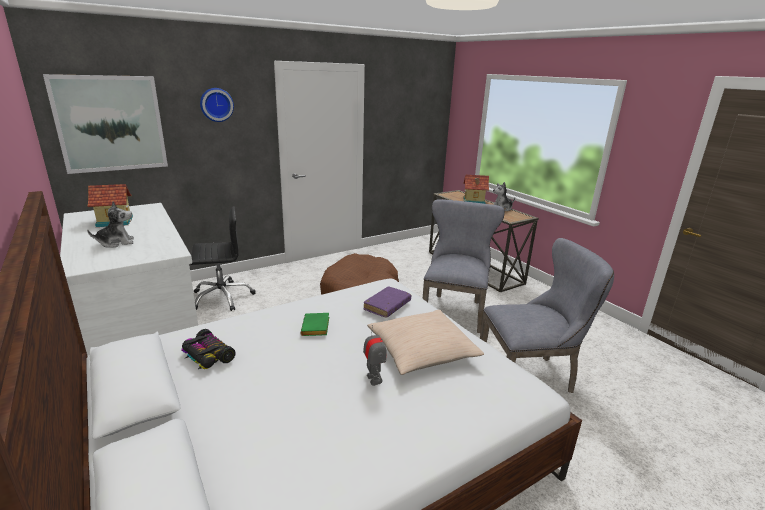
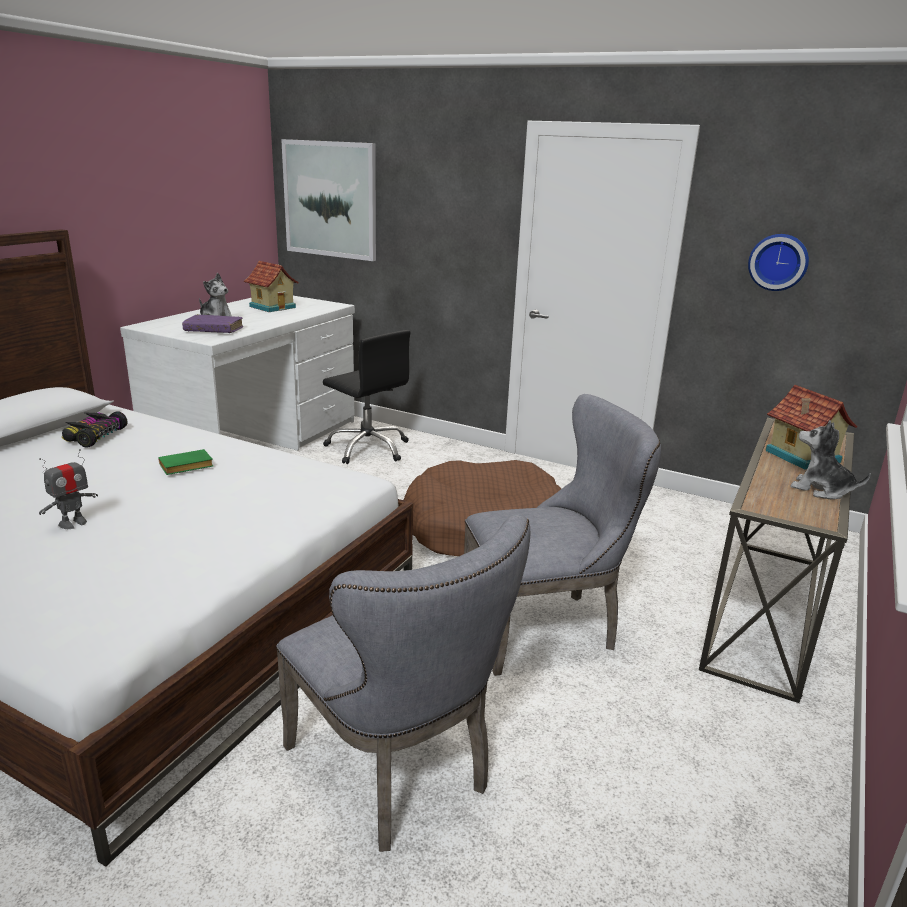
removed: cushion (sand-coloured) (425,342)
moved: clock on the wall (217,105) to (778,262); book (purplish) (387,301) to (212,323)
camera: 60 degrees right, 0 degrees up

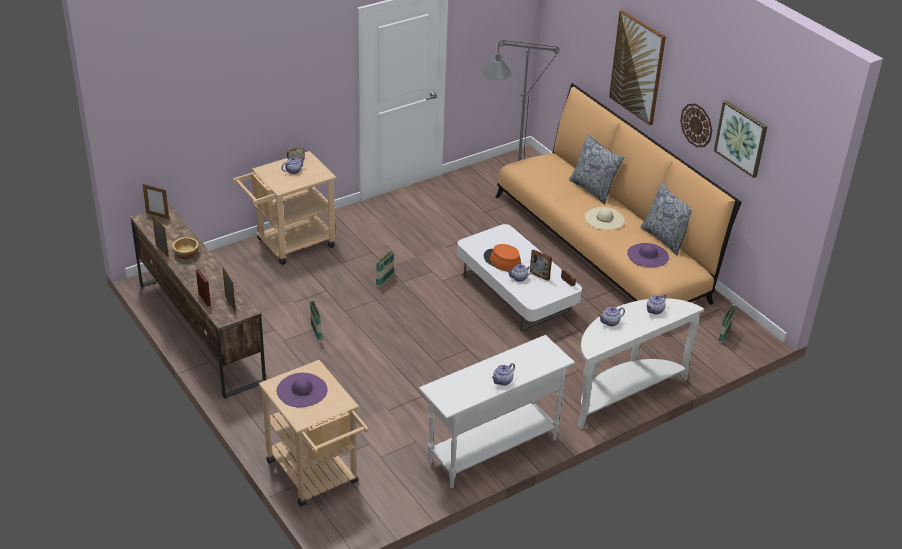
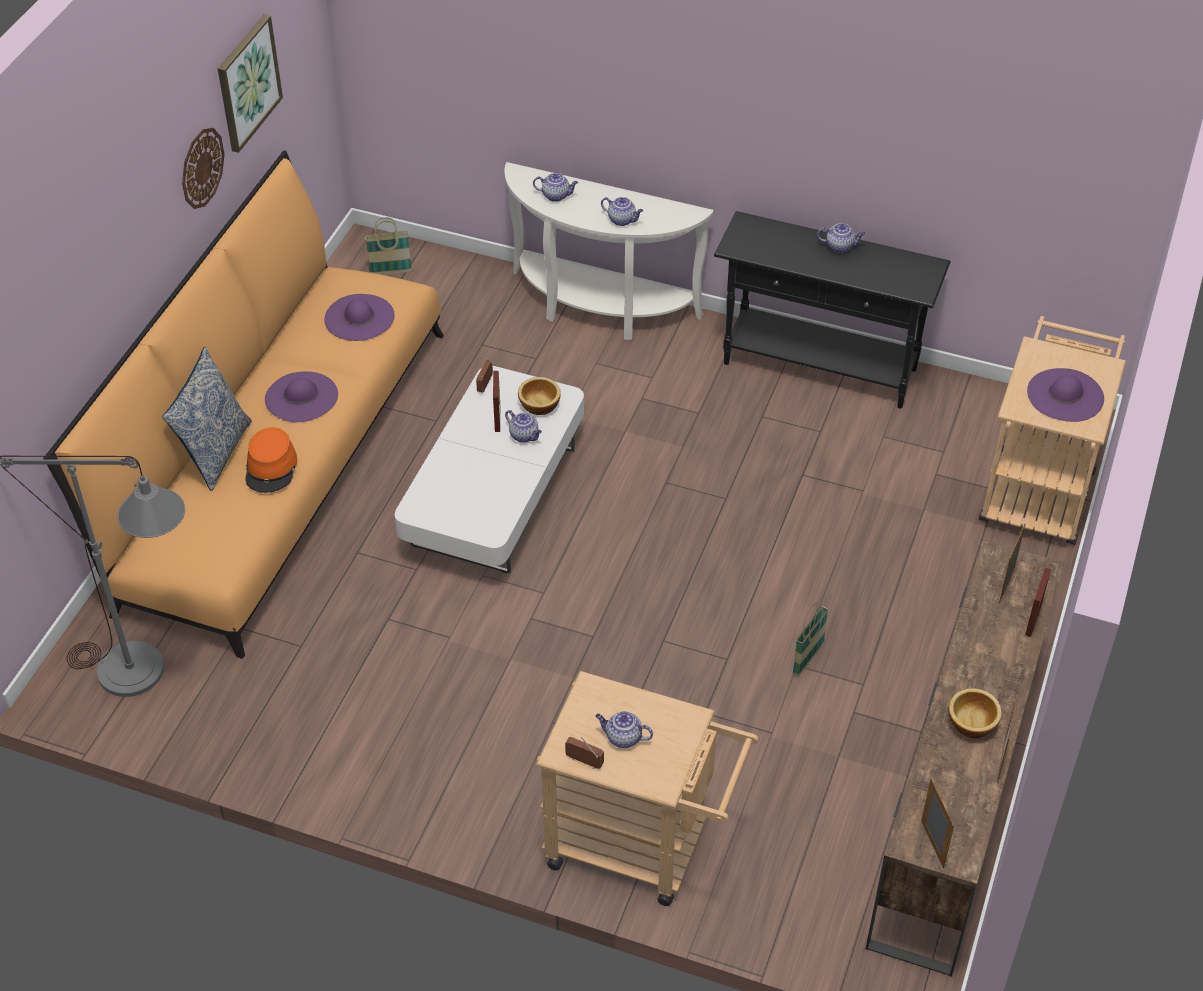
removed: picture (637,67); cushion (666,218); basket (385,266)
added: bowl (539,396)
moved: clothing hat (orange) (502,258) to (271,460)
recoloured: clothing hat (sand-coloured) (605,218) to clothing hat (purplish) (301,396); narrow table (white) (497,411) to narrow table (blackish) (832,310)
camera: 125 degrees left, 10 degrees up

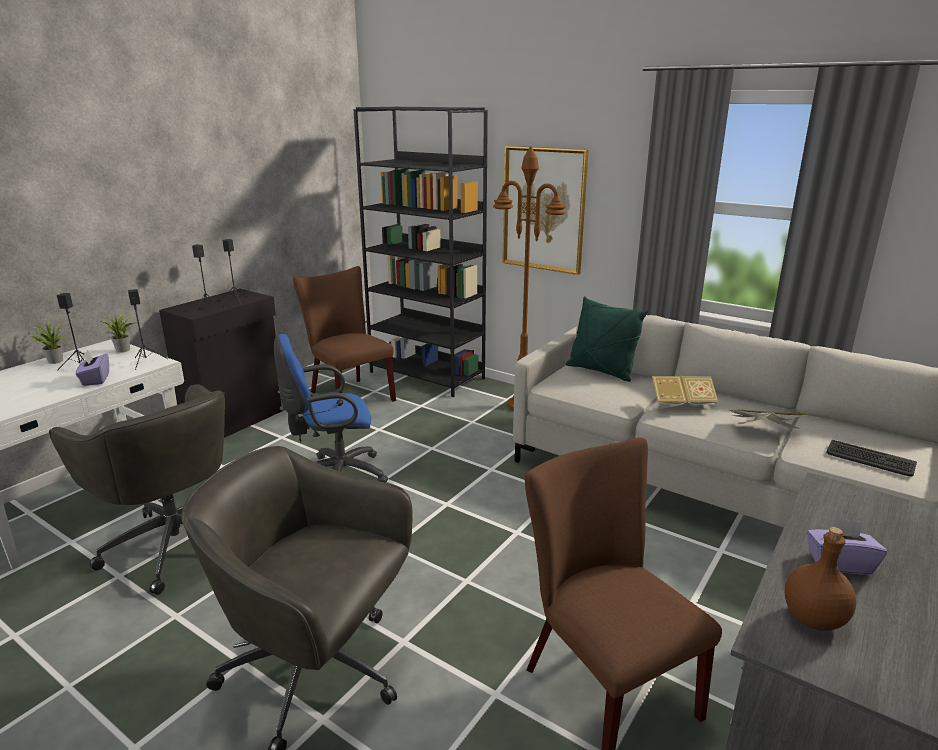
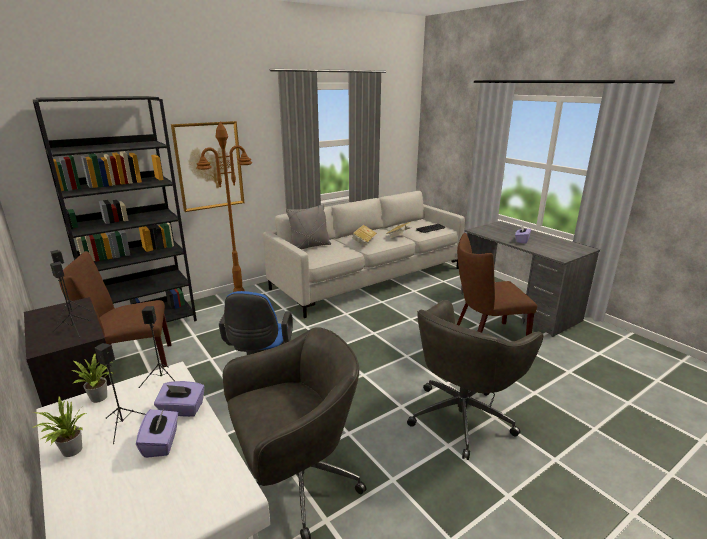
removed: drink bottle (brown) (820,579)
added: box of tissues (purplish) (157,433)
recoloured: cushion (green) (607,339) to cushion (gray) (308,227)
camera: 70 degrees left, 0 degrees up

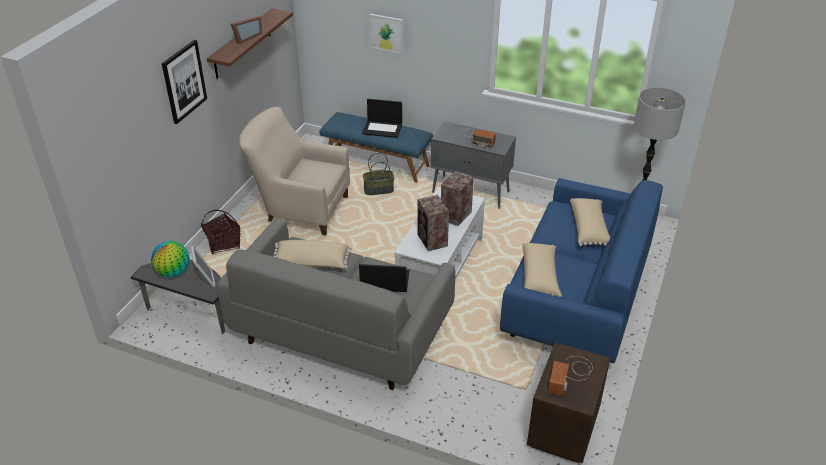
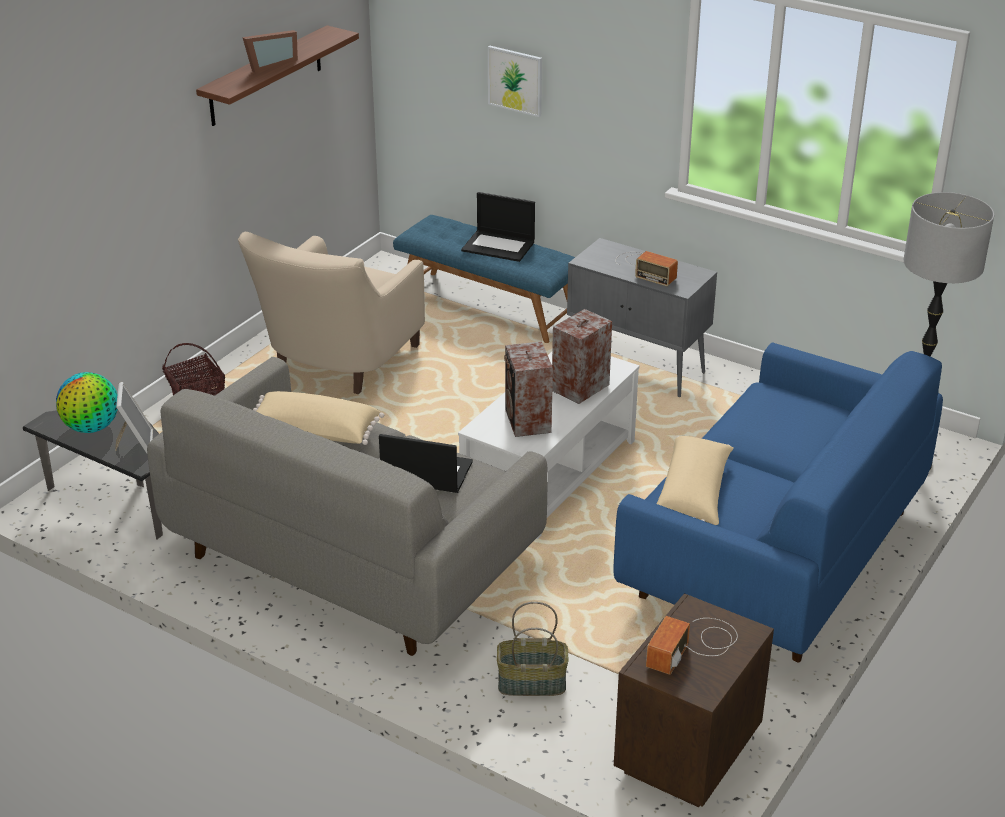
removed: picture (184,82); cushion (sand-coloured) (590,222)
moved: basket (378,174) to (533,649)
turned: easy chair (sand-coloured) (294,171) = (331,313) 90 degrees counterclockwise
camera: 10 degrees right, 5 degrees down

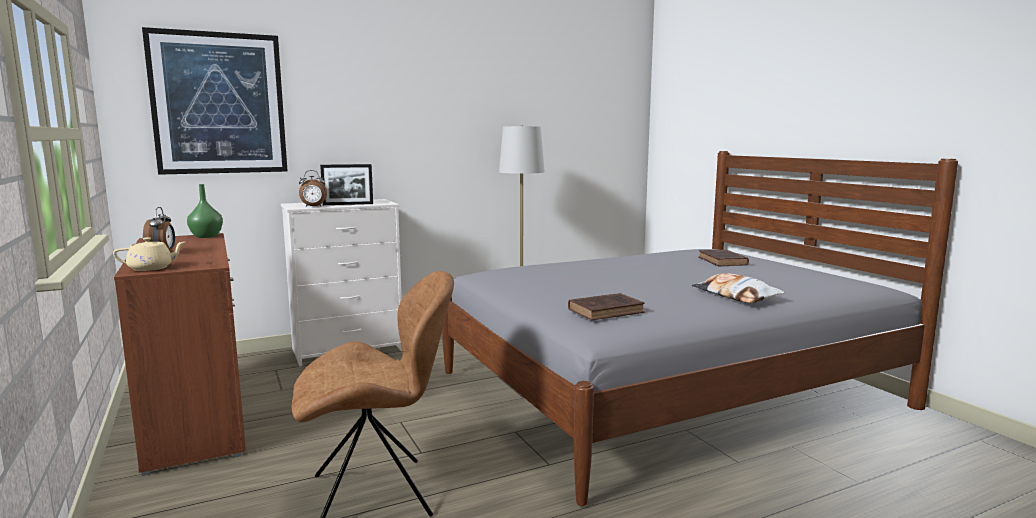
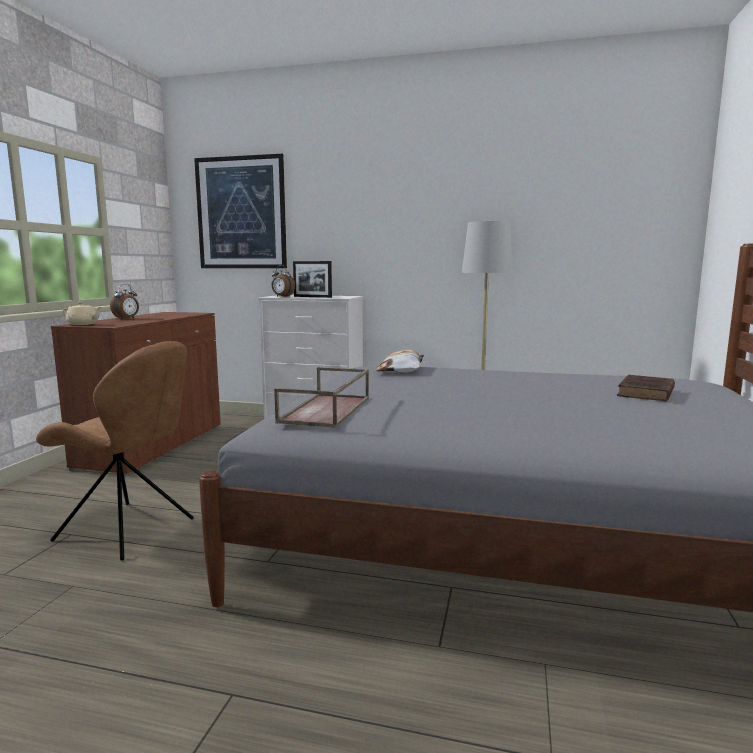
removed: decorative vase (green) (205,211)
moved: cushion (738,288) to (400,361)
replaced: book (brown) (606,307) to serving tray (brown) (321,397)
camera: 40 degrees right, 0 degrees up

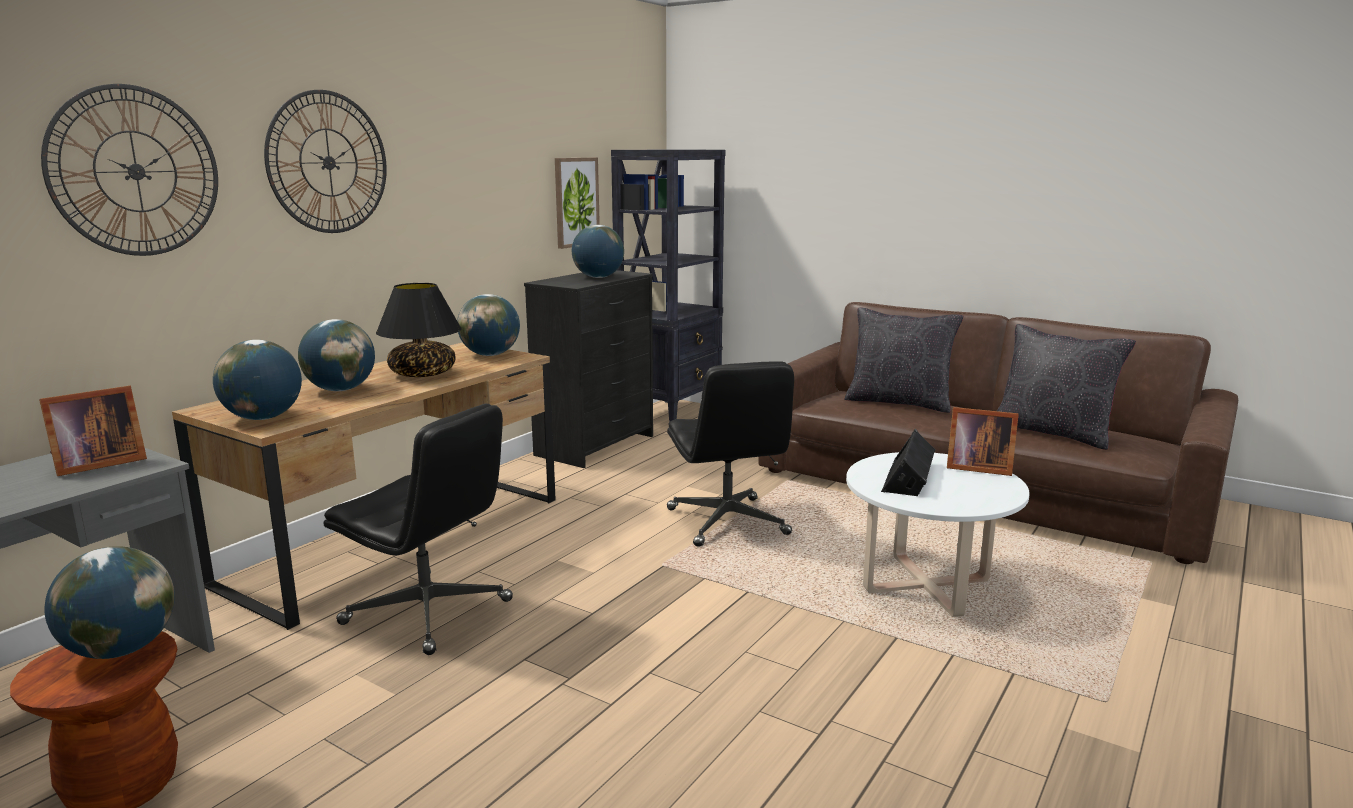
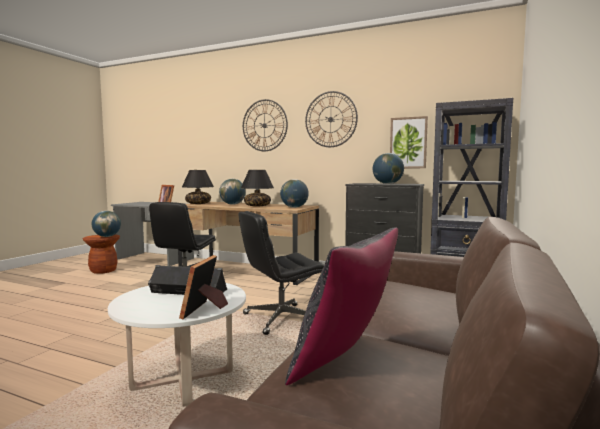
removed: cushion (blackish) (903,360)
moved: clock on the wall (129,170) to (331,119)
replaced: globe (257,380) to table lamp (blackish) (198,187)
camera: 80 degrees right, 10 degrees down

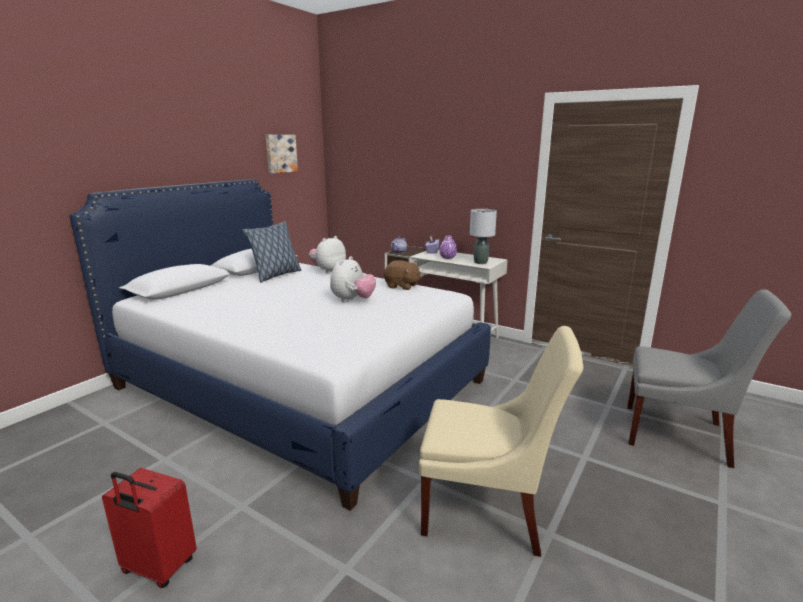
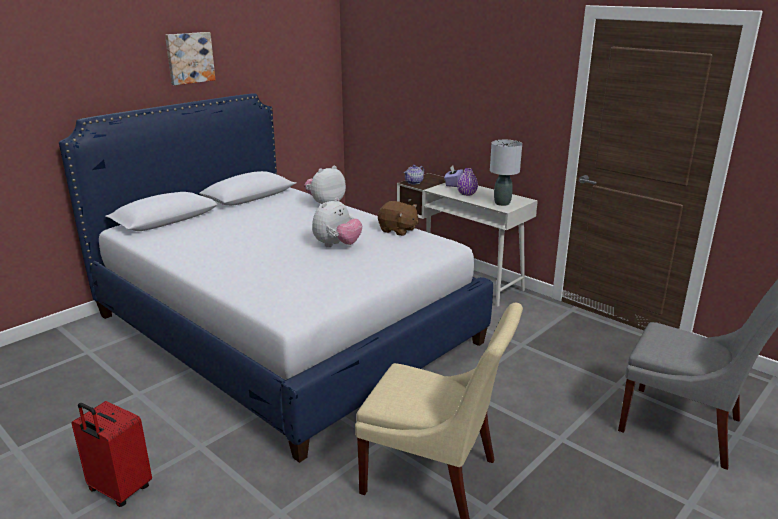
removed: cushion (271,252)
moved: picture (282,154) to (190,58)
camera: 10 degrees right, 5 degrees up

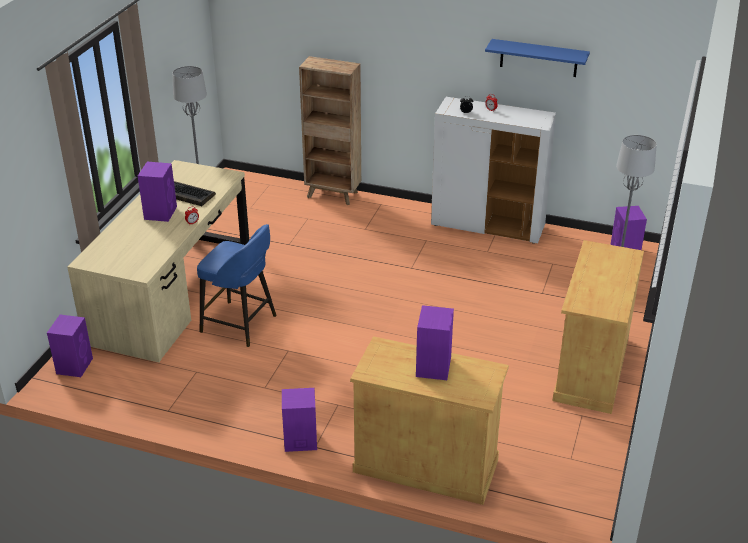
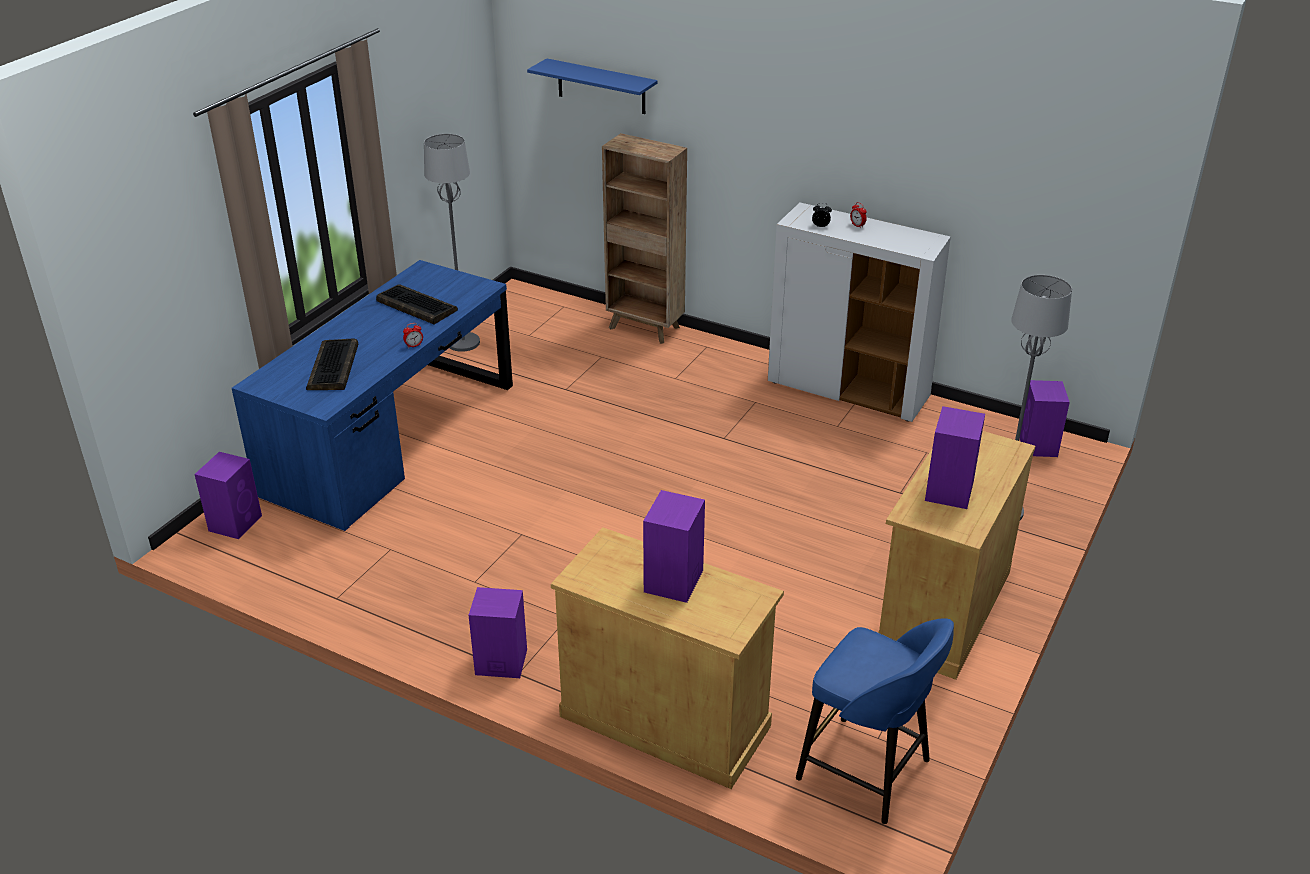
added: computer keyboard (332,364)
moved: shelf (blue-coloured) (537,58) to (592,86); speaker (purplish) (157,192) to (955,457); stool seat (blue-coloured) (237,285) to (875,721)
recoloured: desk unit (sand-coloured) (158,261) to desk unit (blue-coloured) (372,395)
camera: 10 degrees right, 0 degrees up

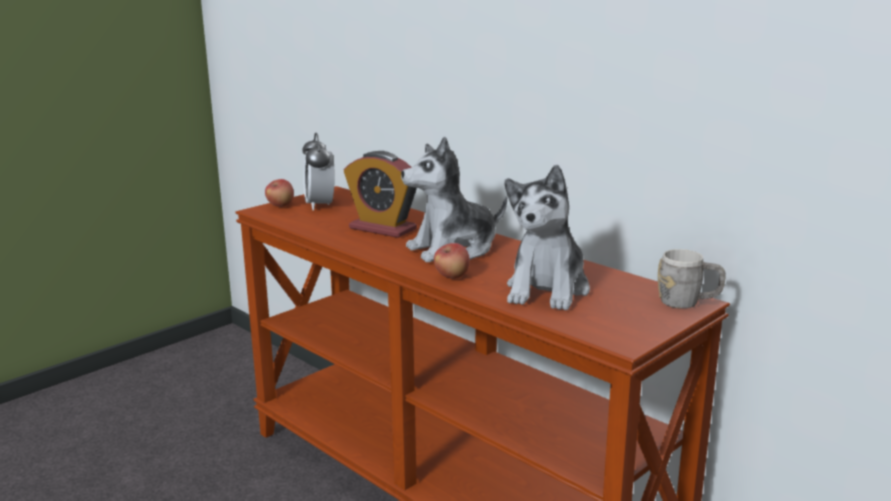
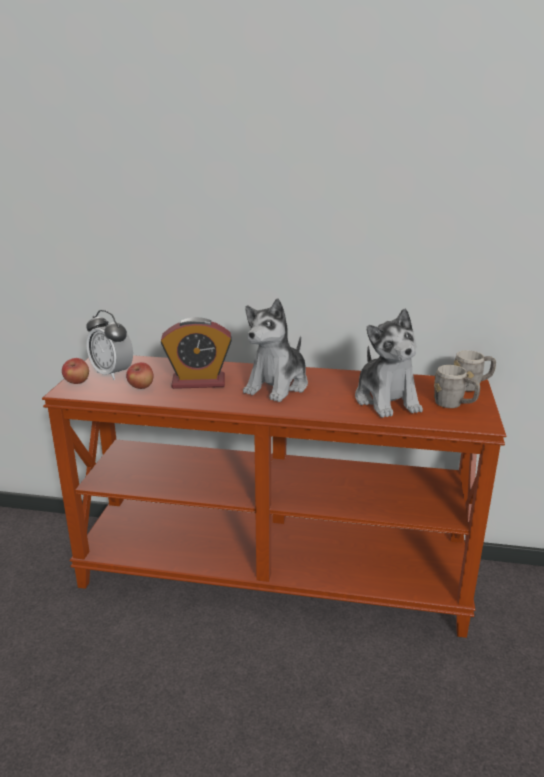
added: mug (gray) (457,386)
moved: whole apple (452,261) to (140,375)
camera: 35 degrees left, 5 degrees up

